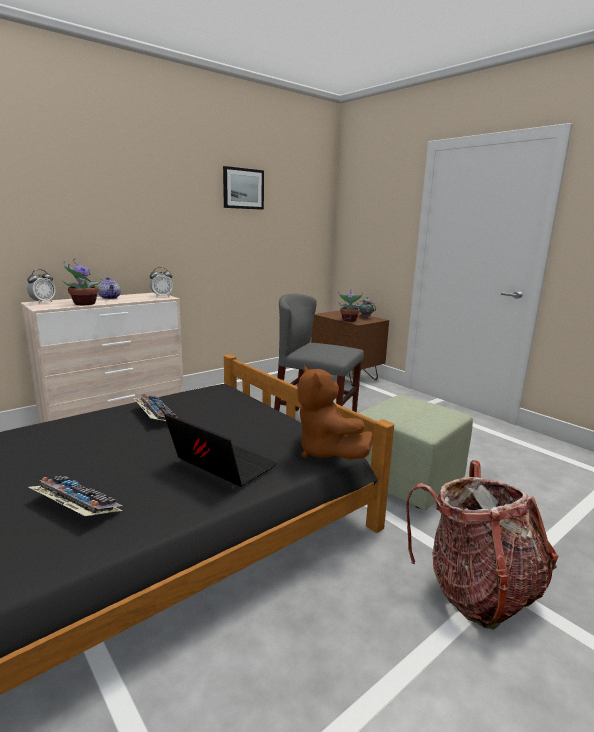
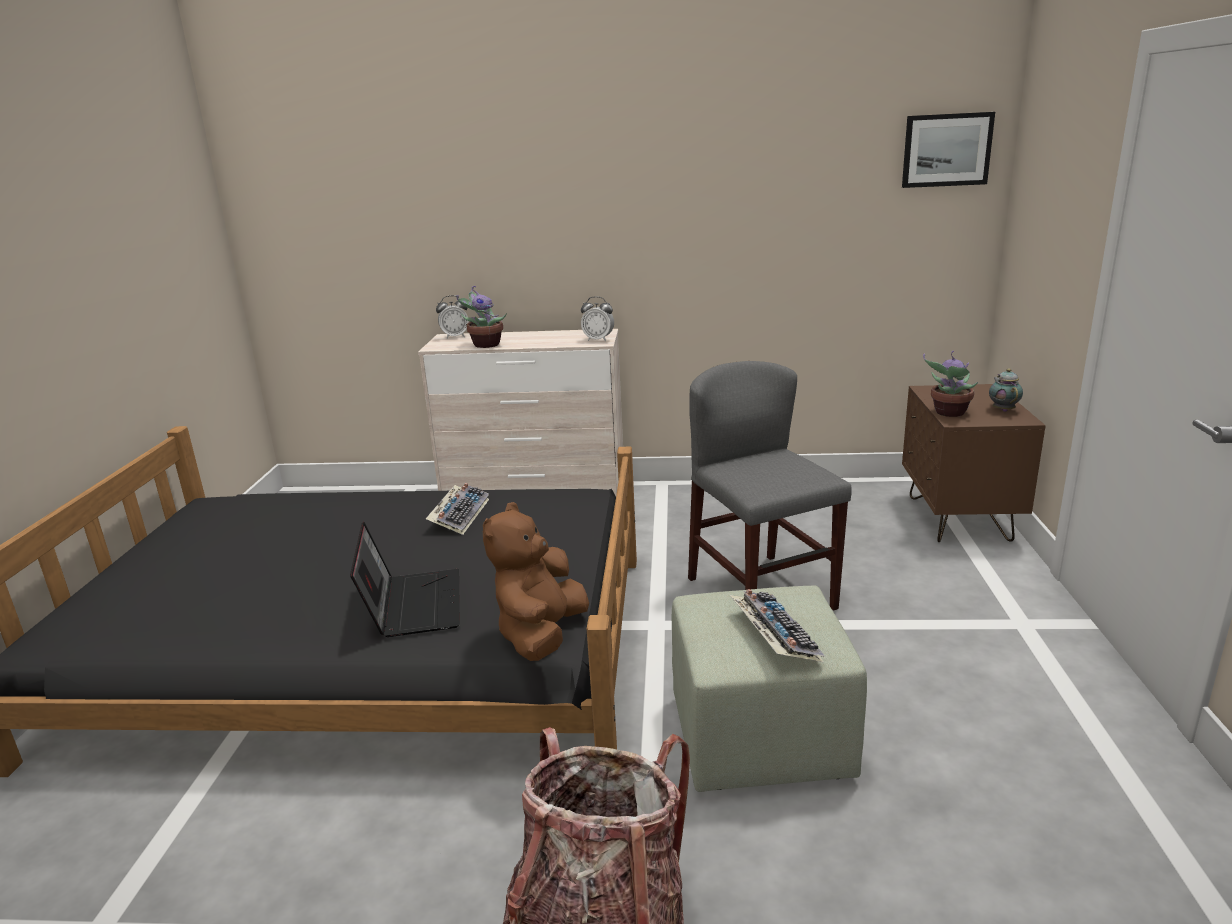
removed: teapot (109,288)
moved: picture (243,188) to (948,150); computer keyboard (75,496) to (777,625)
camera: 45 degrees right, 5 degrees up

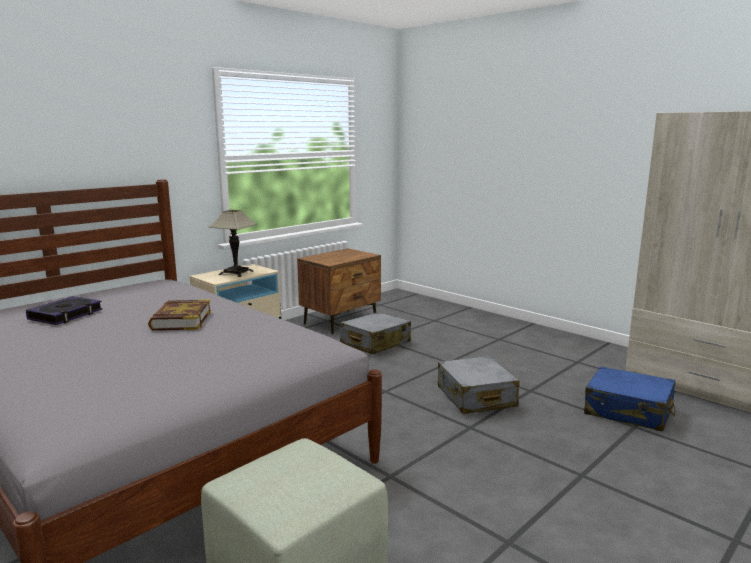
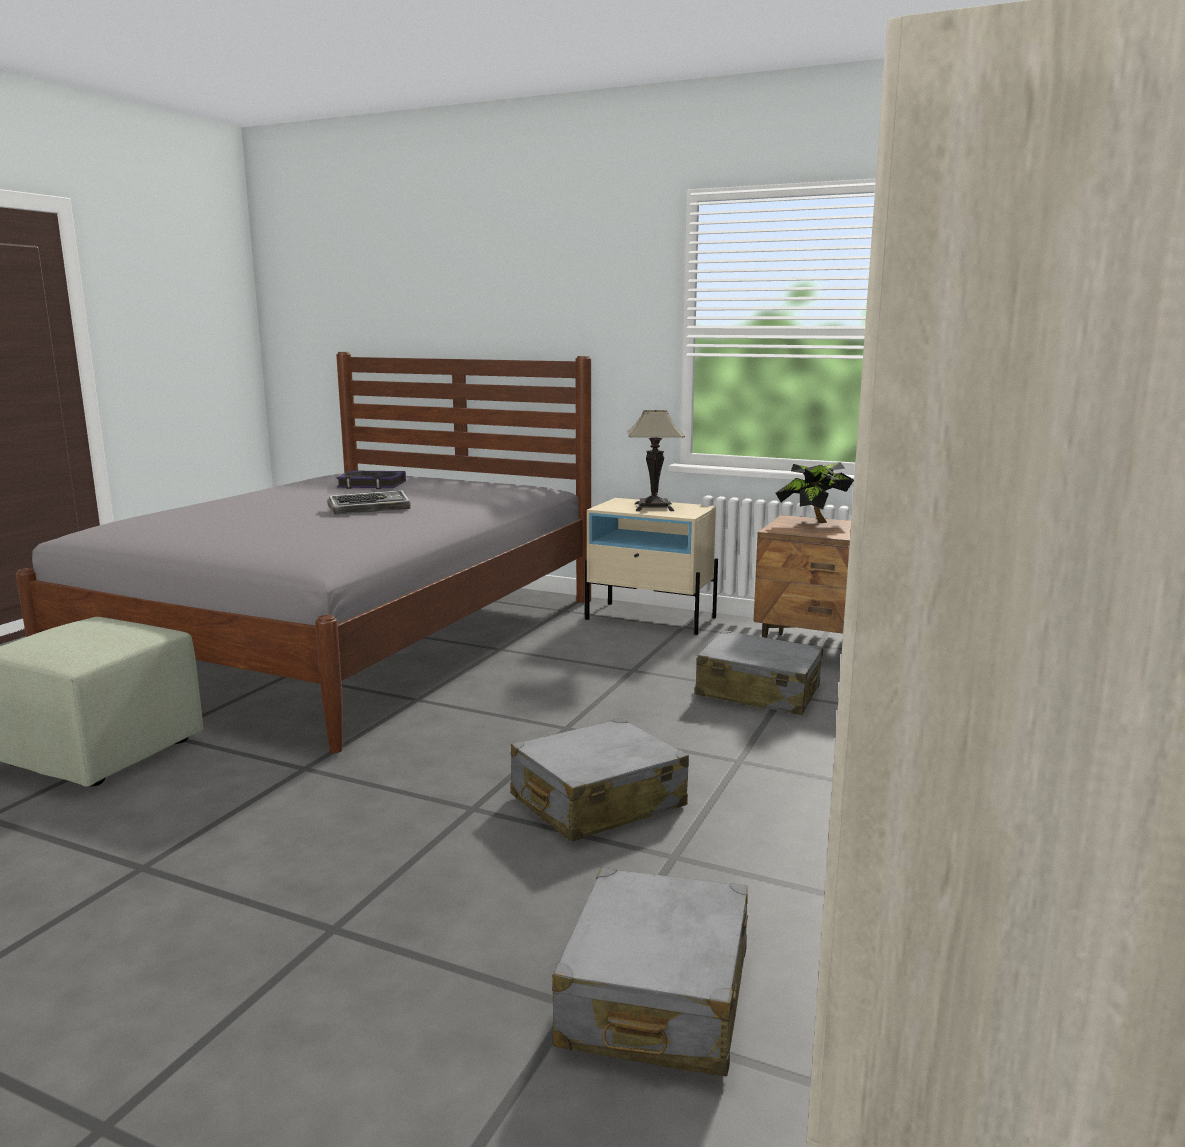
added: houseplant (815,492)
replaced: book (179,315) to computer keyboard (369,502)
recoloured: suitcase (blue-coloured) (630,399) to suitcase (gray) (650,972)
camera: 70 degrees right, 0 degrees up

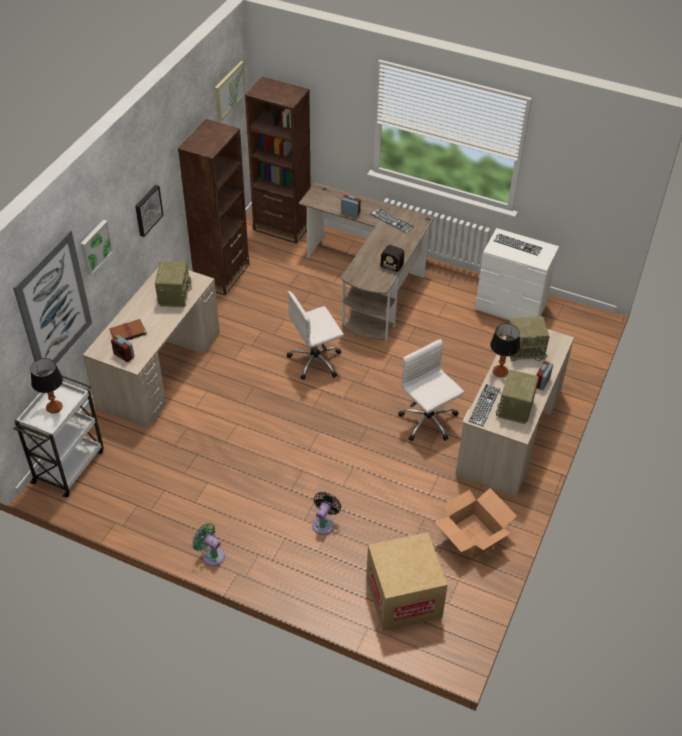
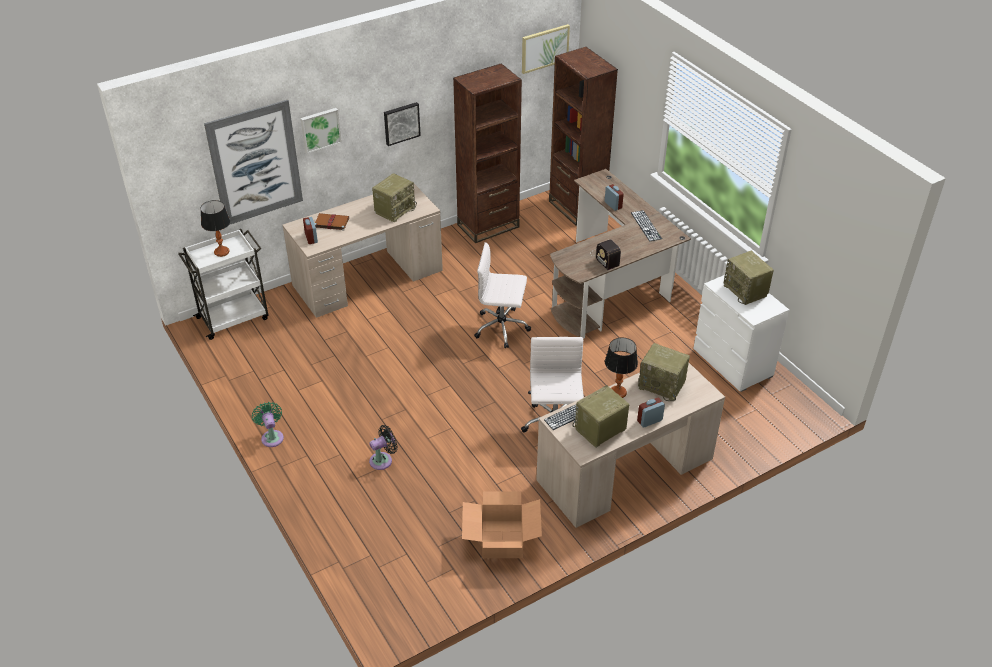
removed: packing box (407,581)
replaced: computer keyboard (517,244) to radio receiver (749,278)
camera: 35 degrees right, 5 degrees down

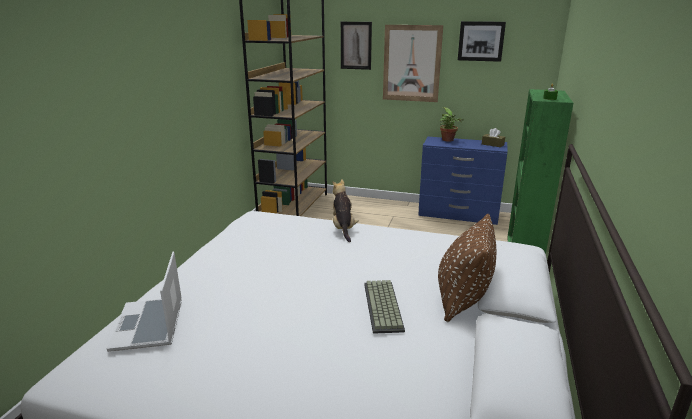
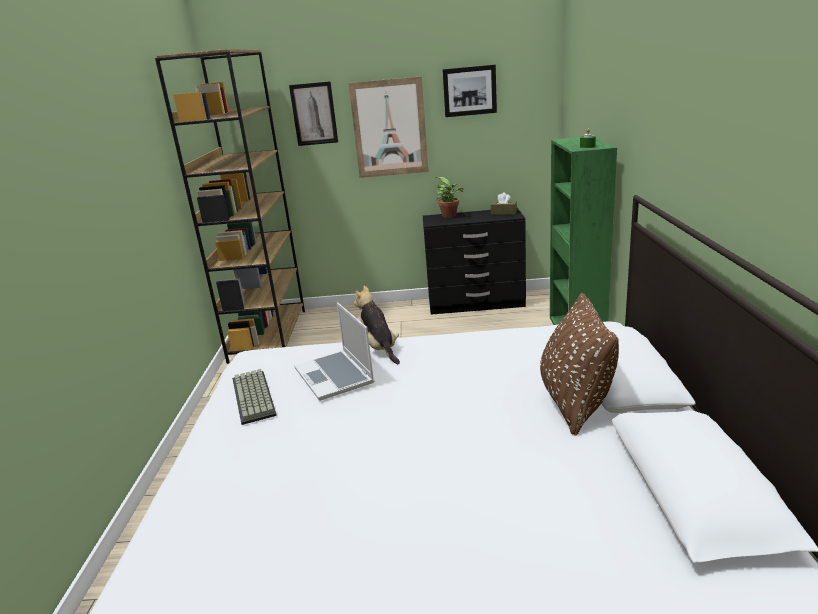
moved: portable computer (144,302) to (334,351); computer keyboard (384,307) to (254,397)
recoloured: drawer chest (blue-coloured) (463,181) to drawer chest (blackish) (474,261)
camera: 15 degrees left, 0 degrees up

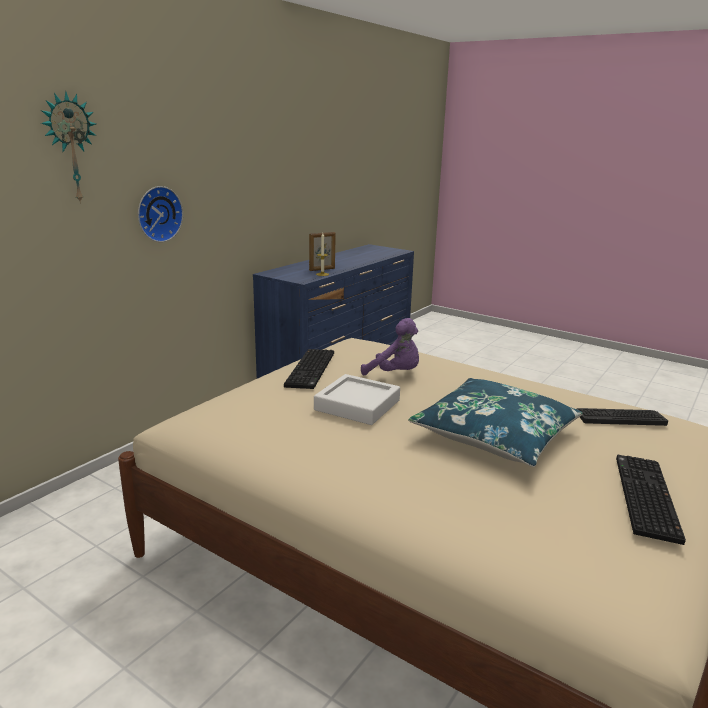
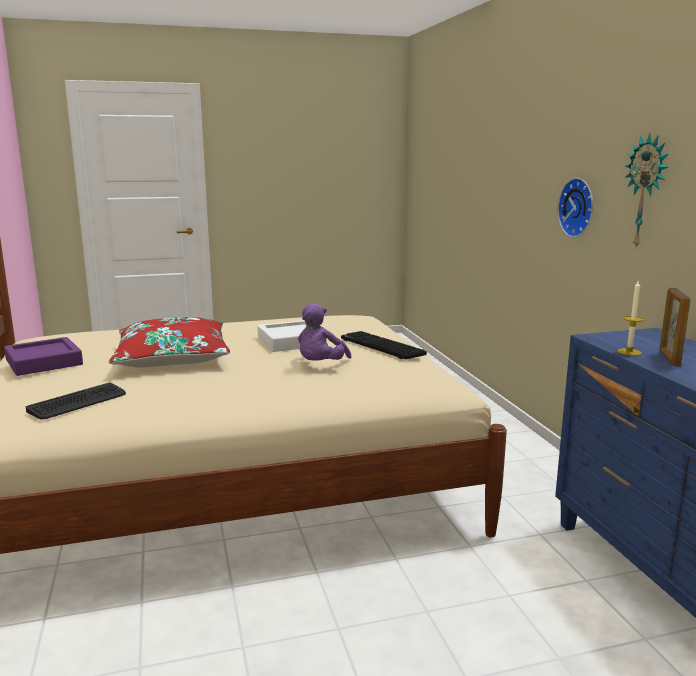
moved: clock on the wall (68,147) to (646,191)
replaced: computer keyboard (651,500) to serving tray (purplish) (43,356)
recoloured: cushion (blue-coloured) (495,422) to cushion (reddish) (169,342)
turned: soft toy (purplish) (390,347) = (325,332) 45 degrees counterclockwise
camera: 130 degrees right, 5 degrees down

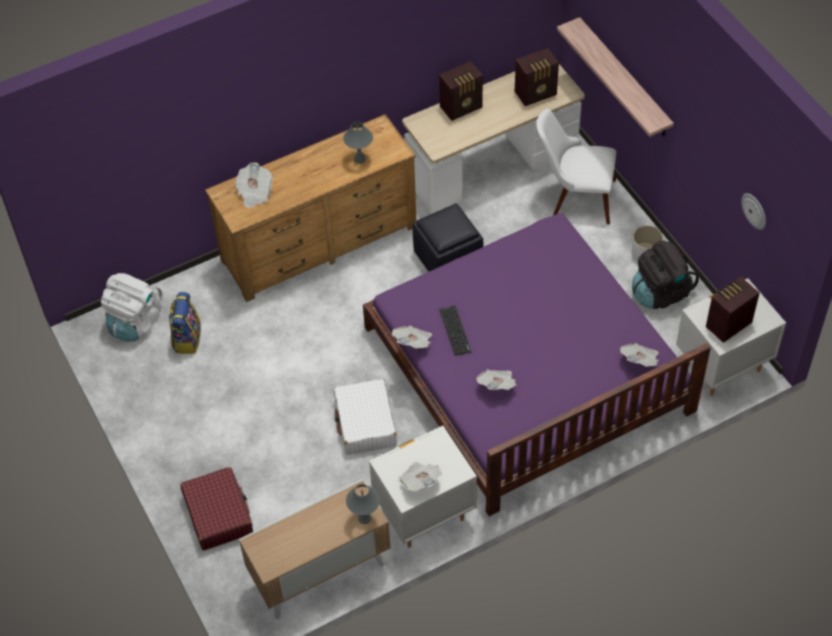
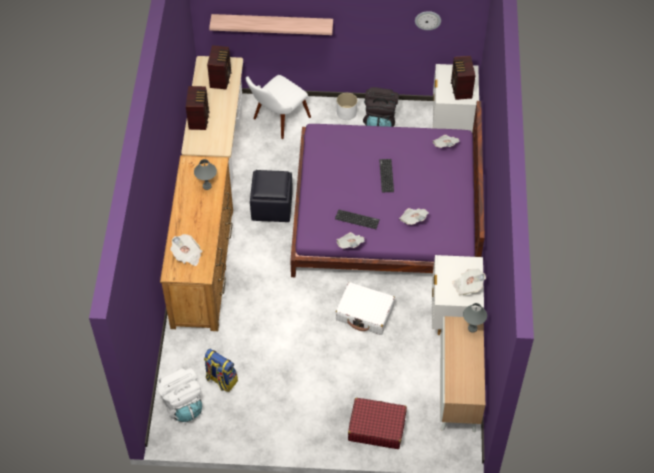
added: computer keyboard (386,175)
camera: 60 degrees left, 0 degrees up

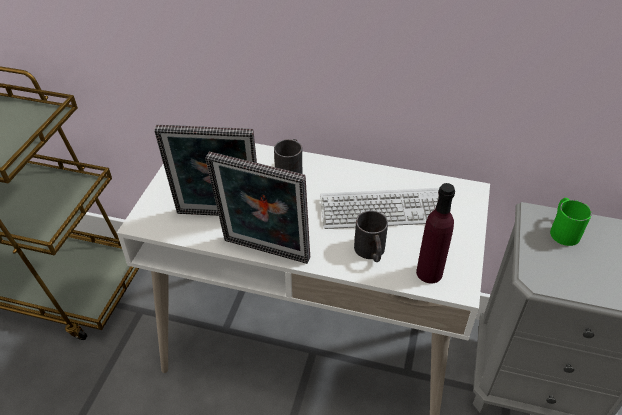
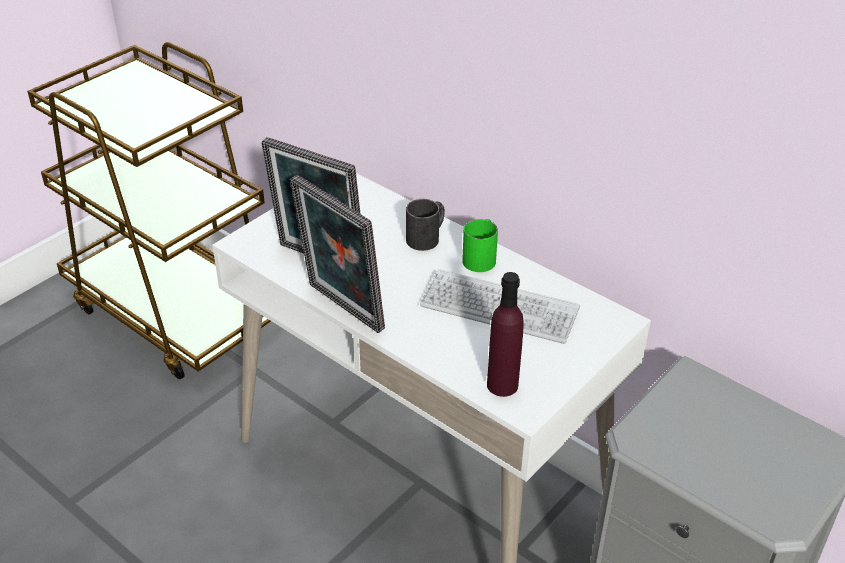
removed: mug (blackish) (371,236)
moved: mug (green) (571,222) to (480,245)
camera: 25 degrees right, 5 degrees down

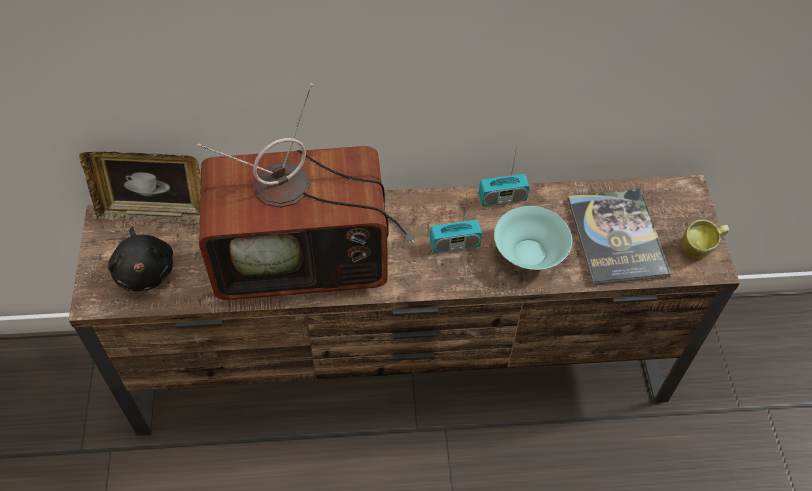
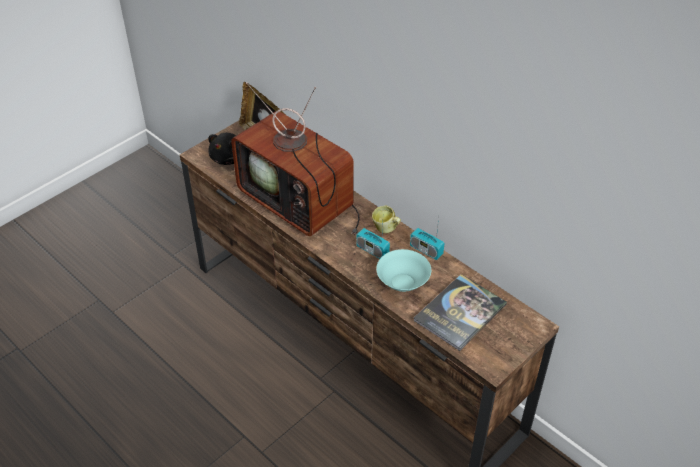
moved: mug (705,238) to (386,219)
camera: 50 degrees right, 10 degrees down

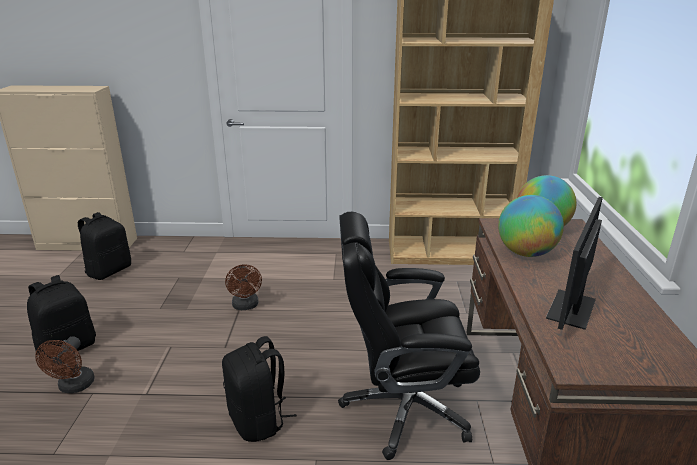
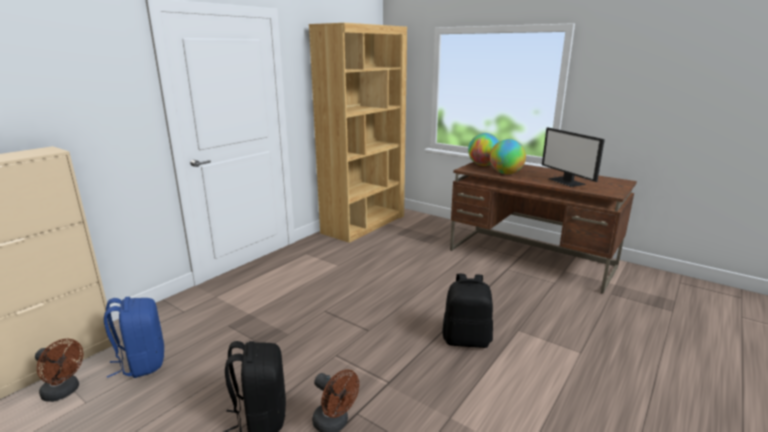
removed: office chair (blackish) (409,336)
moved: fan (brown) (243,287) to (59,370)
recoloured: rucksack (blackish) (104,246) to rucksack (blue-coloured) (134,337)
camera: 55 degrees left, 5 degrees down

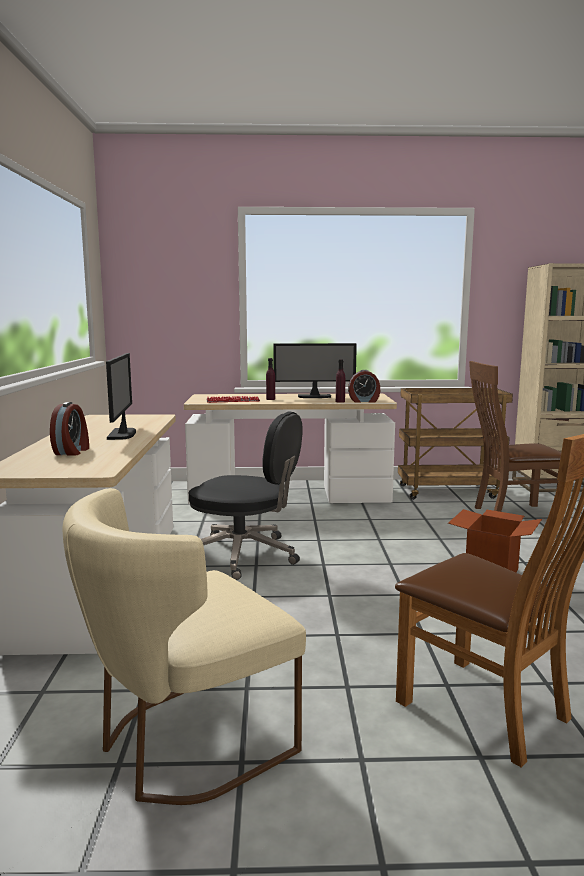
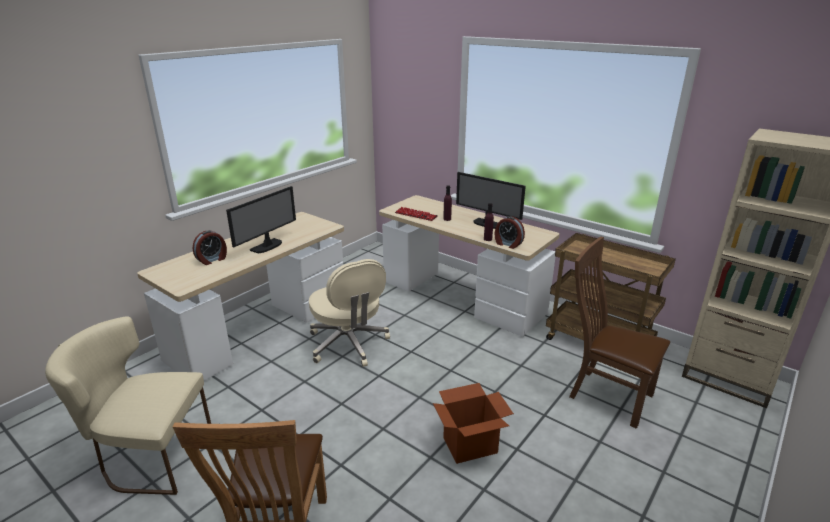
recoloured: office chair (blackish) (246,495) to office chair (sand-coloured) (349,313)
camera: 40 degrees right, 15 degrees up

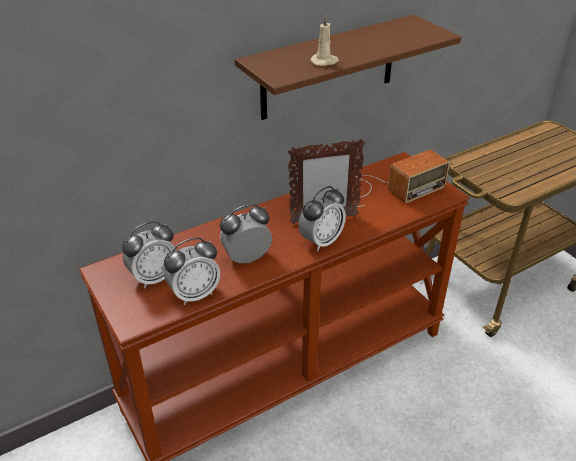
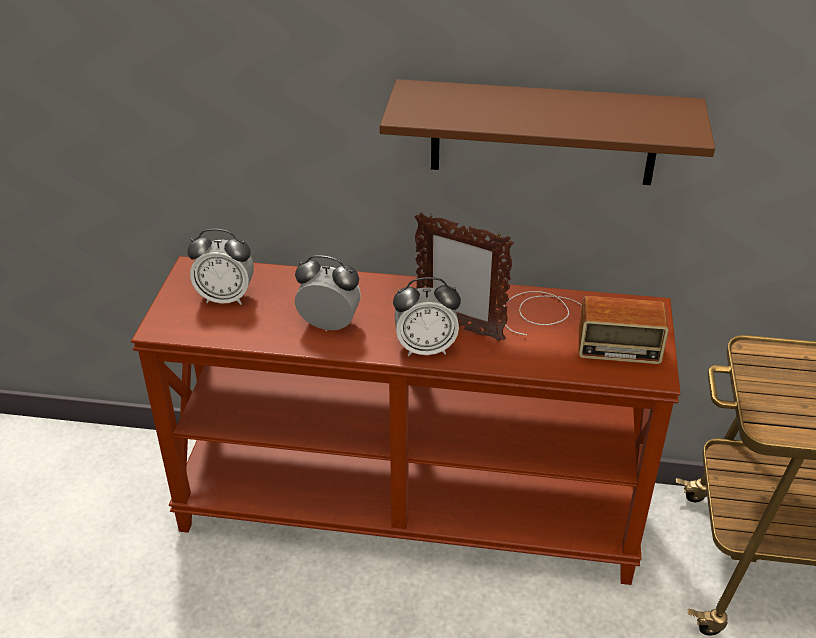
removed: wax candle (sand-coloured) (324,40); alarm clock (192,271)
camera: 40 degrees right, 0 degrees up

